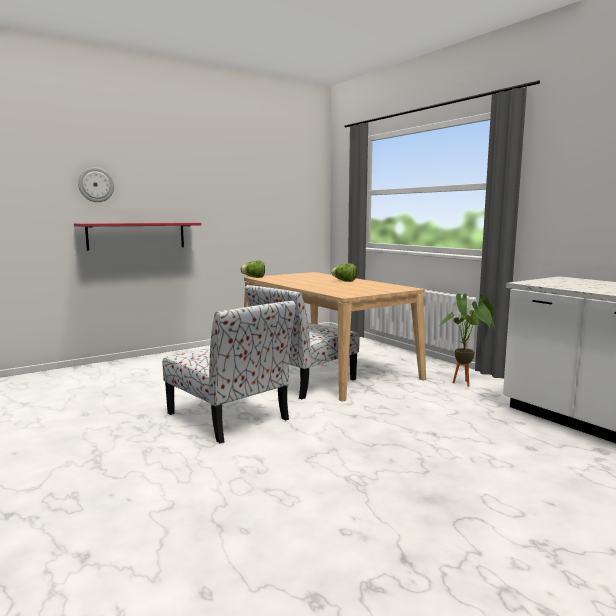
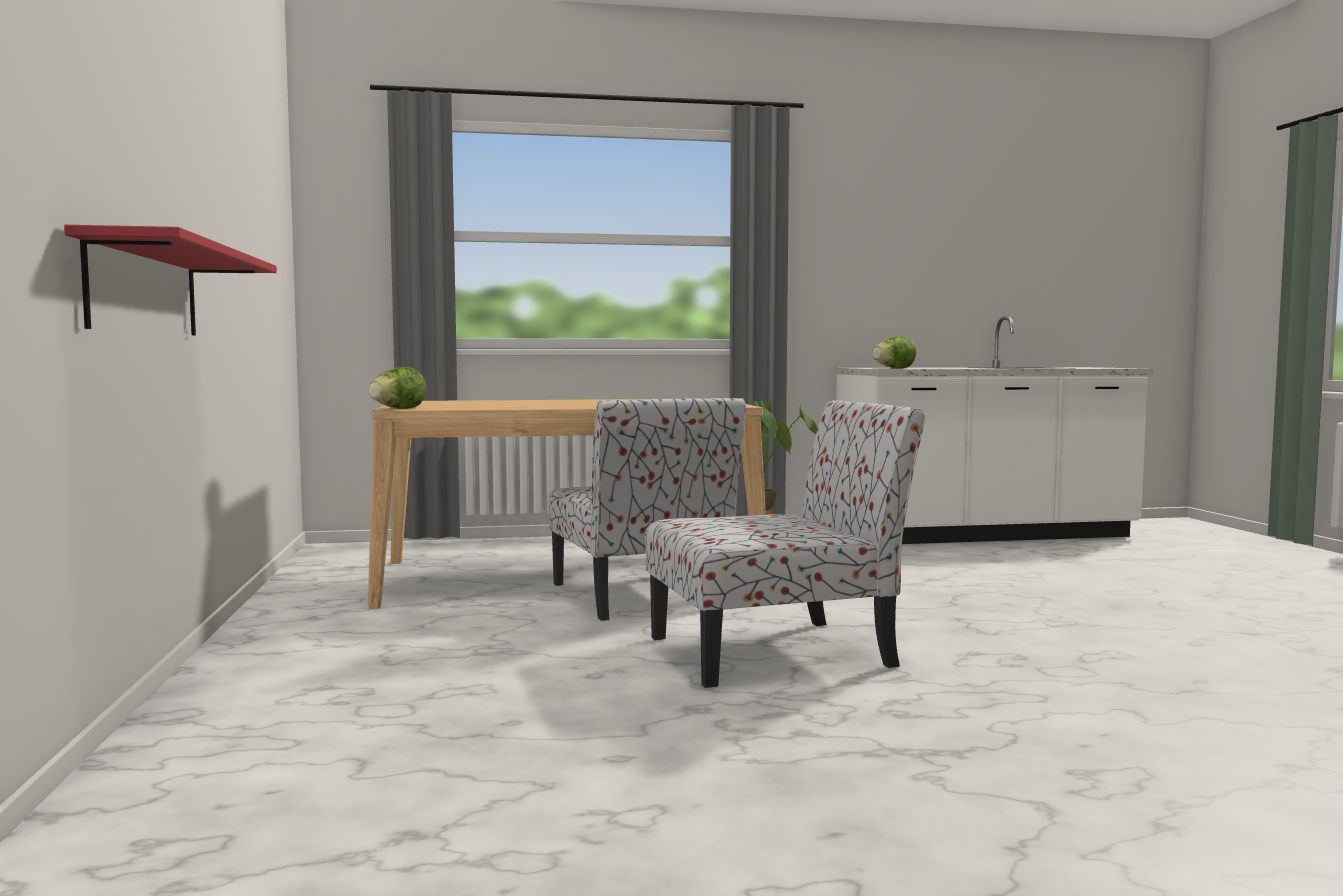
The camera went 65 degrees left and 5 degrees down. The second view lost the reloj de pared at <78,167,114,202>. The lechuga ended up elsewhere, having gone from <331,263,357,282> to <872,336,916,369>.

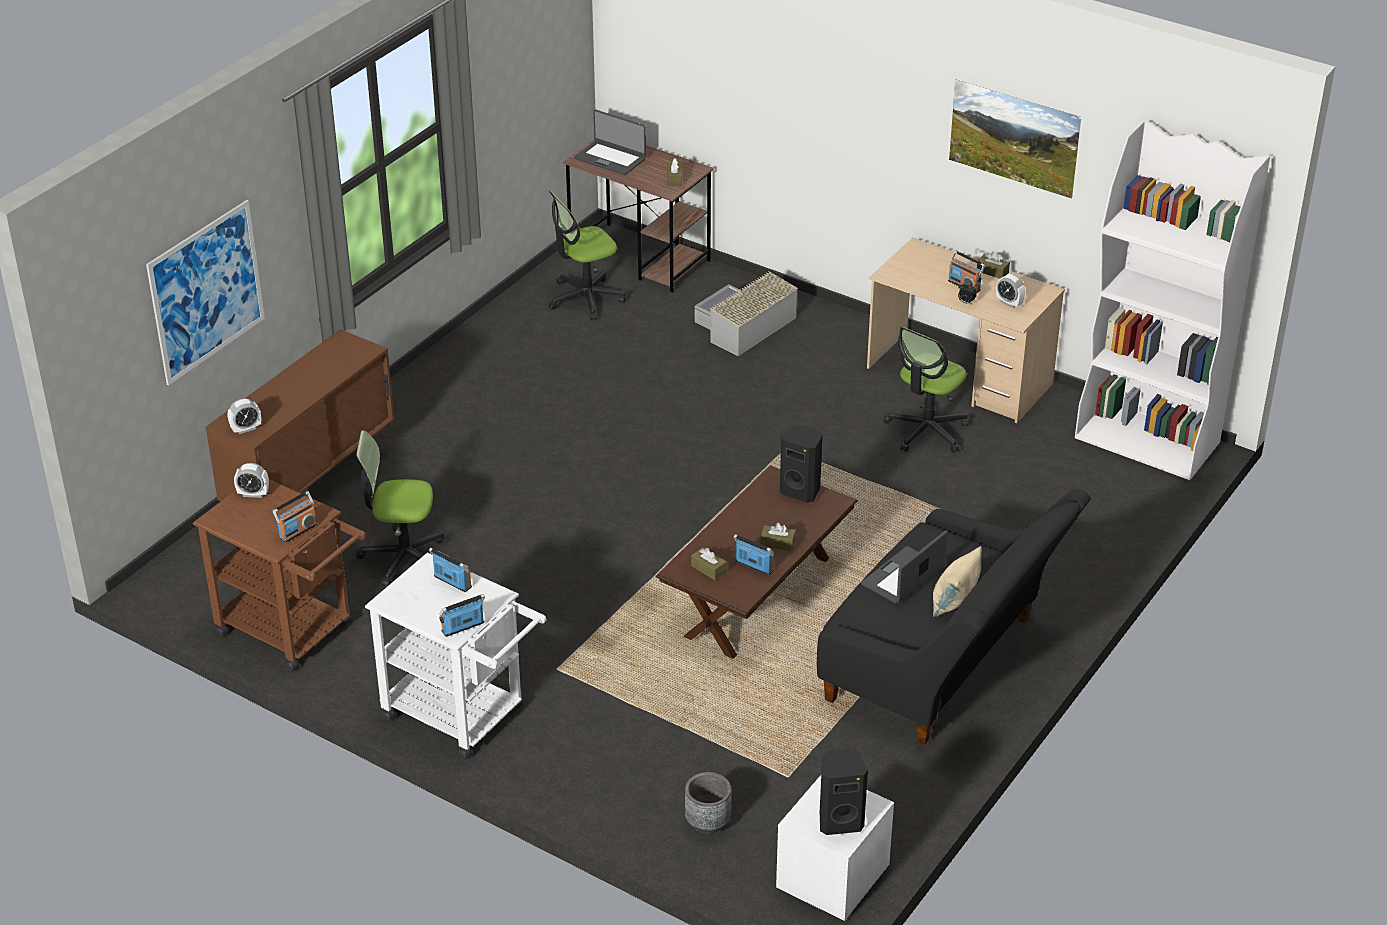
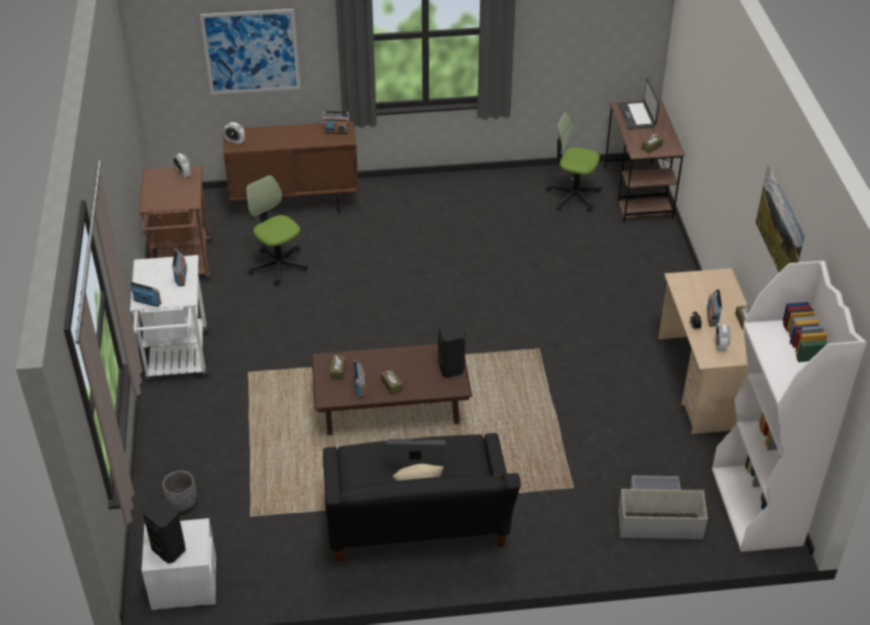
The camera went 50 degrees right and 5 degrees up. The radio ended up elsewhere, having gone from <273,491,317,543> to <323,111,349,134>. The caja de almacenaje [gris] ended up elsewhere, having gone from <695,271,798,356> to <618,475,708,539>. The second view lost the silla de oficina at <883,327,968,453>.

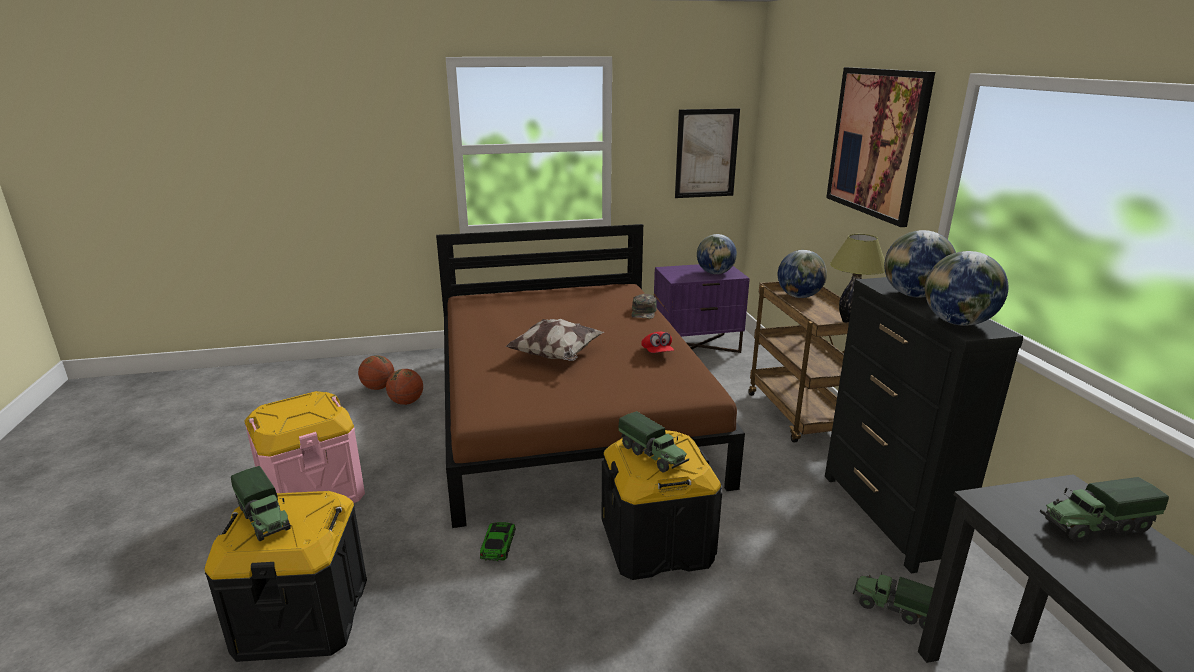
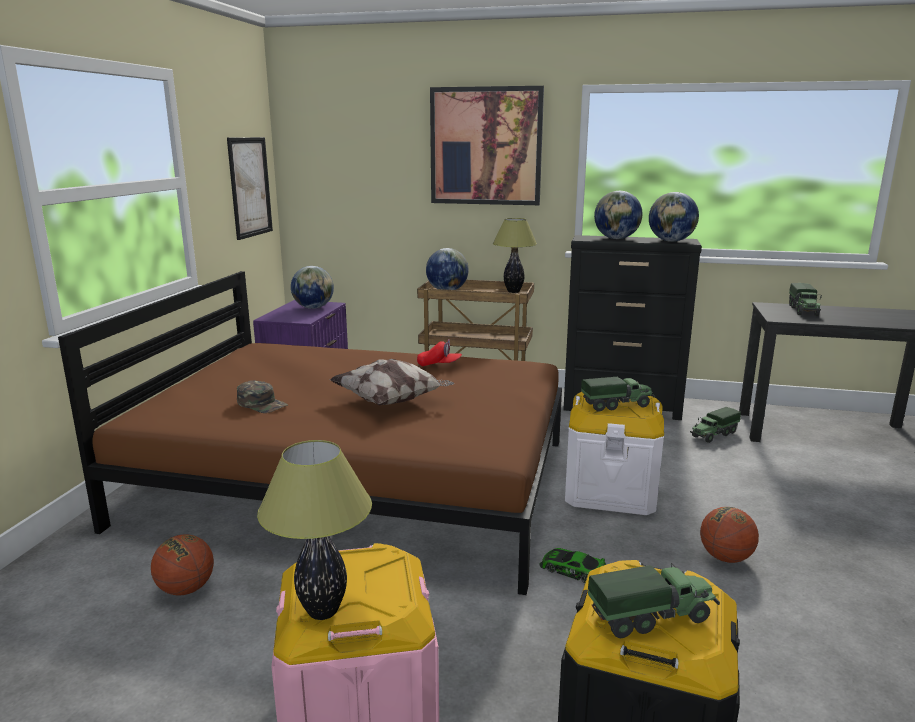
The camera went 65 degrees left and 5 degrees down. The balón de baloncesto ended up elsewhere, having gone from <358,355,394,390> to <700,507,759,563>. What was the caja de almacenaje [negro] at <602,430,722,580> turned into the caja de almacenaje [blanco] at <565,392,664,515>. The gorra [verde] ended up elsewhere, having gone from <631,294,657,319> to <237,380,288,413>. The second view gained the lámpara de mesa at <257,440,372,620>.

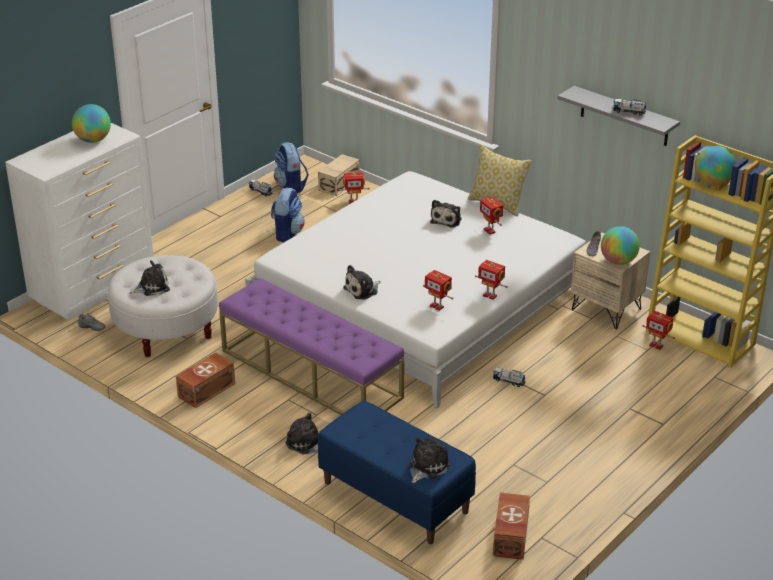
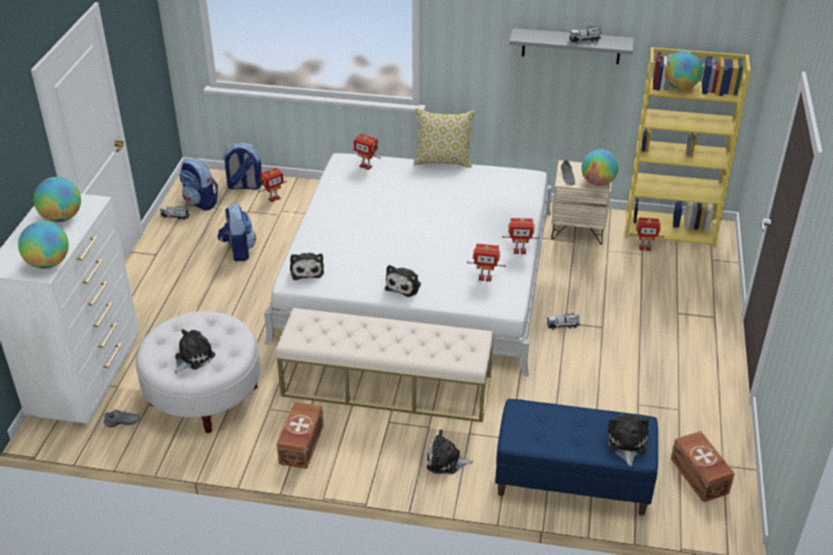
The camera went 30 degrees left and 5 degrees up. What was the banco [morado] at <219,278,404,415> turned into the banco [beis] at <276,308,493,422>. Where the caja de almacenaje [beis] stood at <318,154,360,196>, the mochila came to stand at <223,142,262,190>. The peluche ended up elsewhere, having gone from <430,200,462,228> to <290,253,324,280>. The robot de juguete ended up elsewhere, having gone from <480,197,503,235> to <352,134,381,170>. The second view gained the globo terráqueo at <18,221,69,269>.

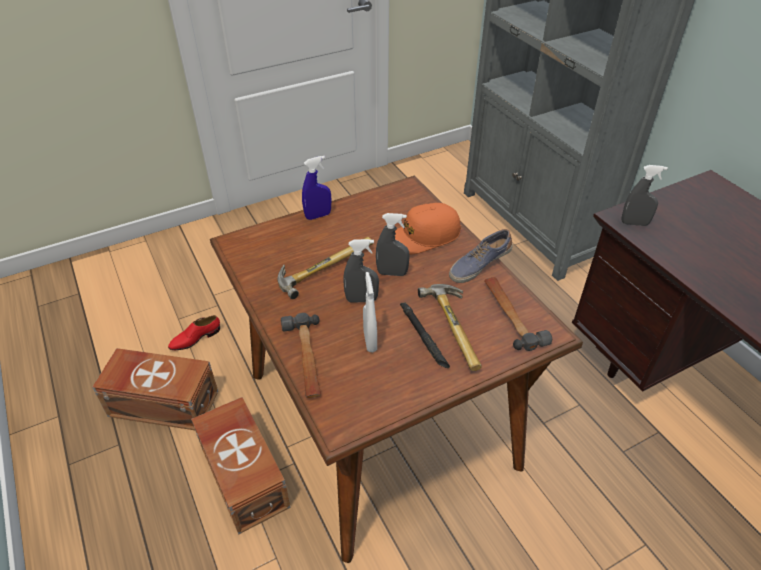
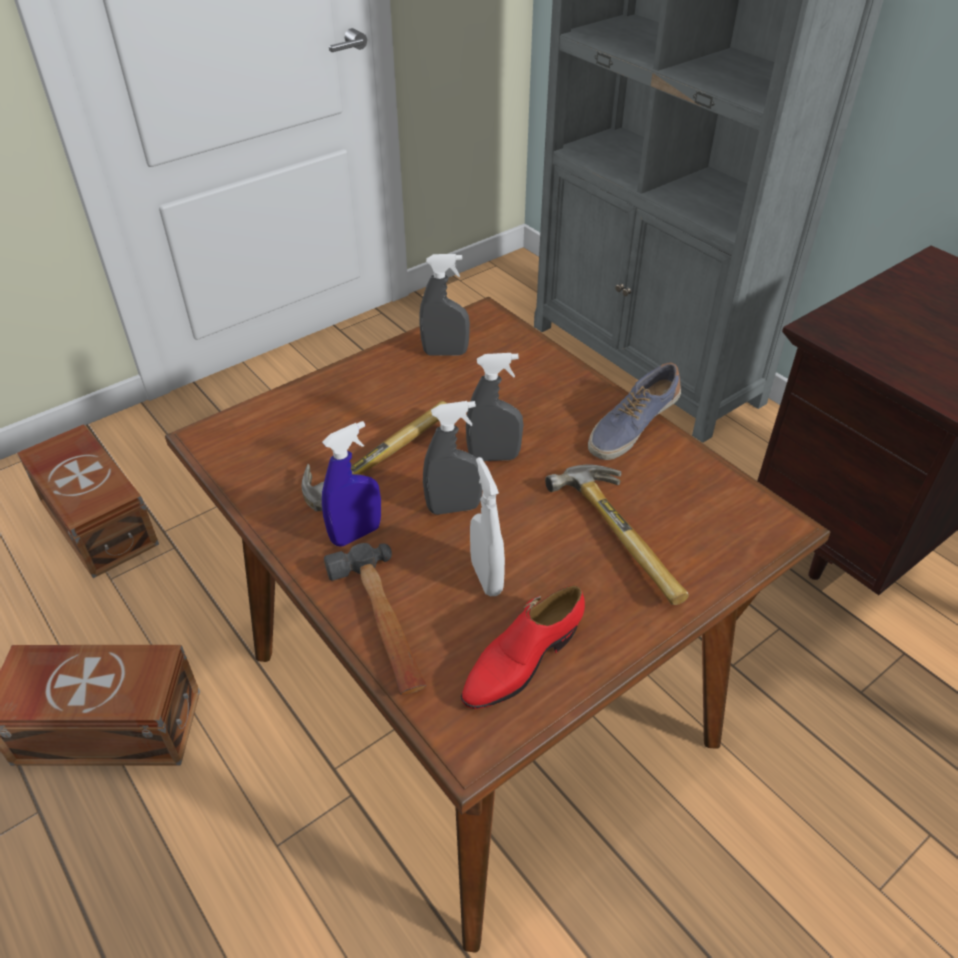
The camera went 10 degrees left and 0 degrees up. The zapato [rojo] ended up elsewhere, having gone from <168,315,220,350> to <461,586,585,709>. The caja de almacenaje [marrón] ended up elsewhere, having gone from <191,397,291,534> to <17,424,159,578>. The pulverizador [azul] ended up elsewhere, having gone from <302,156,331,220> to <322,421,381,546>. The second view lost the gorra [naranja] at <395,203,461,254>. The second view lost the linterna [negro] at <400,302,450,368>. The second view lost the martillo at <484,277,552,351>. The pulverizador [gris] ended up elsewhere, having gone from <621,165,668,226> to <420,254,470,356>.

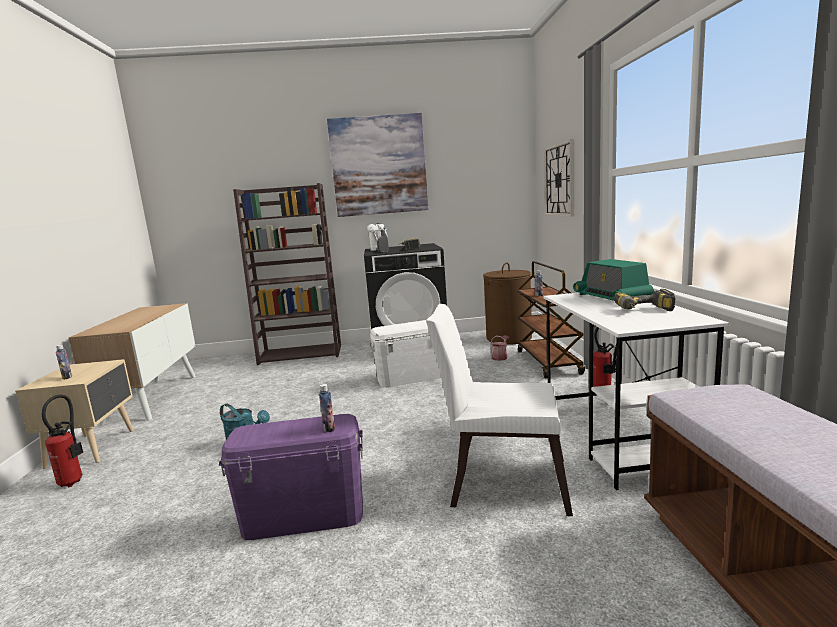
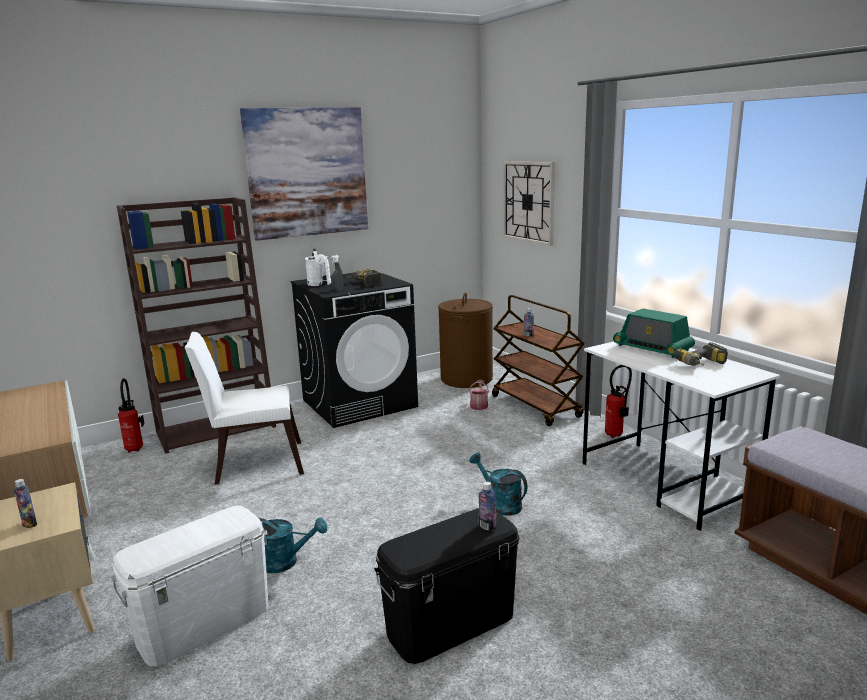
The camera went 25 degrees left and 5 degrees up. The extintor ended up elsewhere, having gone from <42,395,83,487> to <118,378,144,453>. What was the caja de almacenaje [morado] at <219,414,363,540> turned into the caja de almacenaje [negro] at <374,508,520,664>. The caja de almacenaje [blanco] ended up elsewhere, having gone from <369,320,441,388> to <110,506,269,667>. The silla [blanco] ended up elsewhere, having gone from <426,304,573,516> to <184,332,304,485>. The second view gained the regadera [turquesa] at <469,452,528,516>.

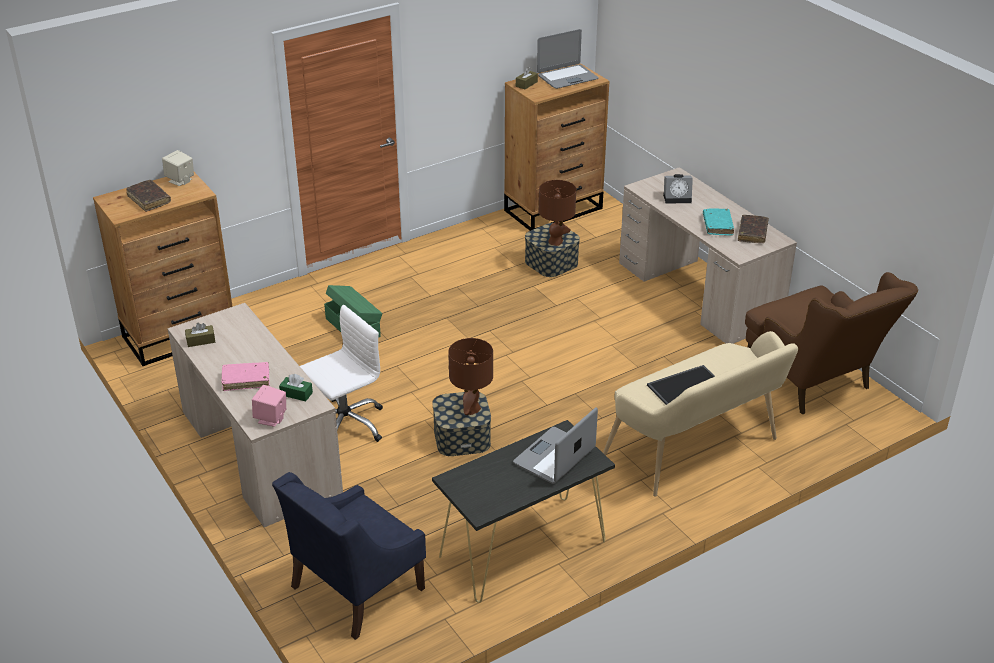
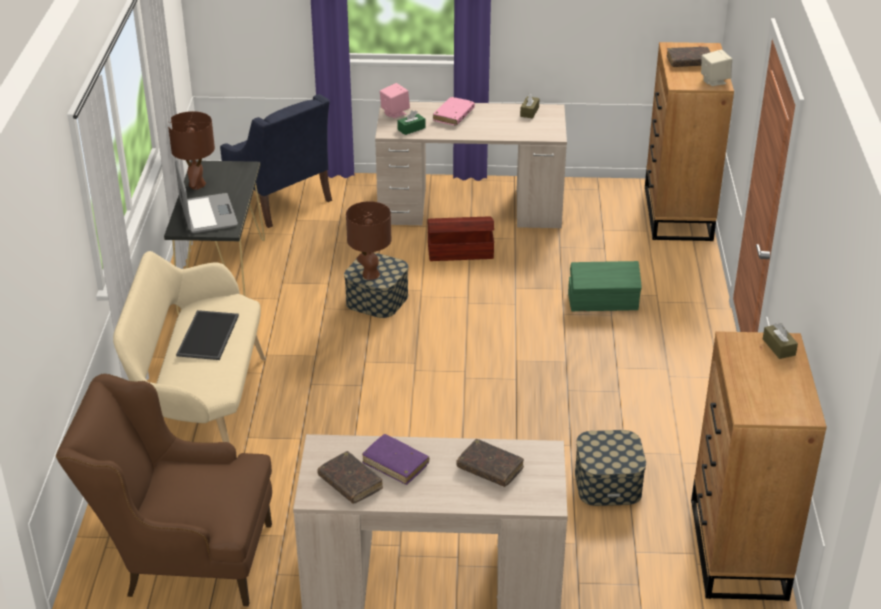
The camera went 125 degrees right and 0 degrees up. The sillón [azul] at <272,472,426,640> ended up facing another way, 150 degrees clockwise from before. Where the silla de oficina [blanco] stood at <300,305,383,442>, the caja de almacenaje [marrón] came to stand at <428,216,494,261>. The second view lost the portátil at <537,29,599,89>. The lámpara de mesa [marrón] ended up elsewhere, having gone from <539,180,576,246> to <168,111,215,190>. Where the despertador stood at <663,174,693,204>, the libro [marrón] came to stand at <457,439,524,487>. What was the libro [turquesa] at <703,209,734,236> turned into the libro [morado] at <362,434,429,485>.

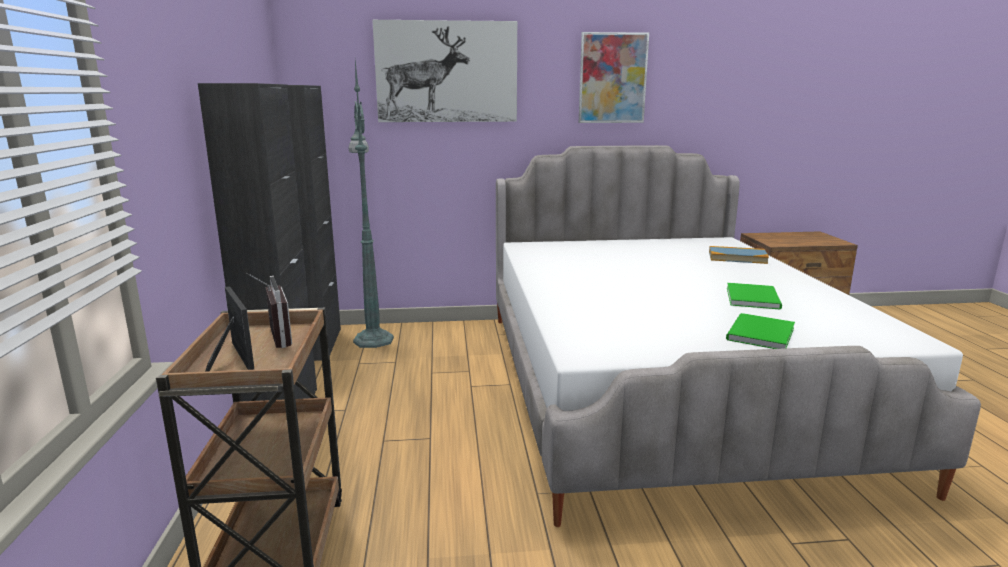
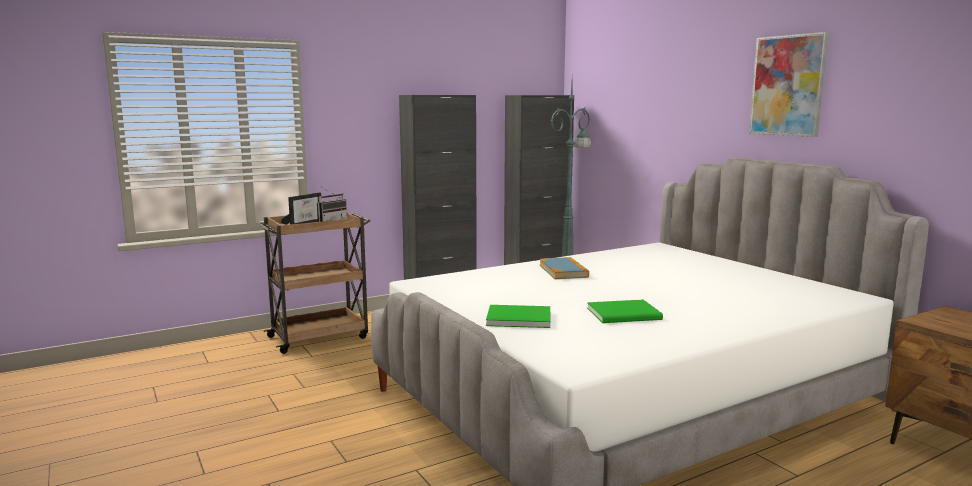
The camera went 65 degrees right and 5 degrees down. The second view lost the cuadro at <372,20,517,122>. The libro ended up elsewhere, having gone from <709,246,769,264> to <540,257,589,279>.

